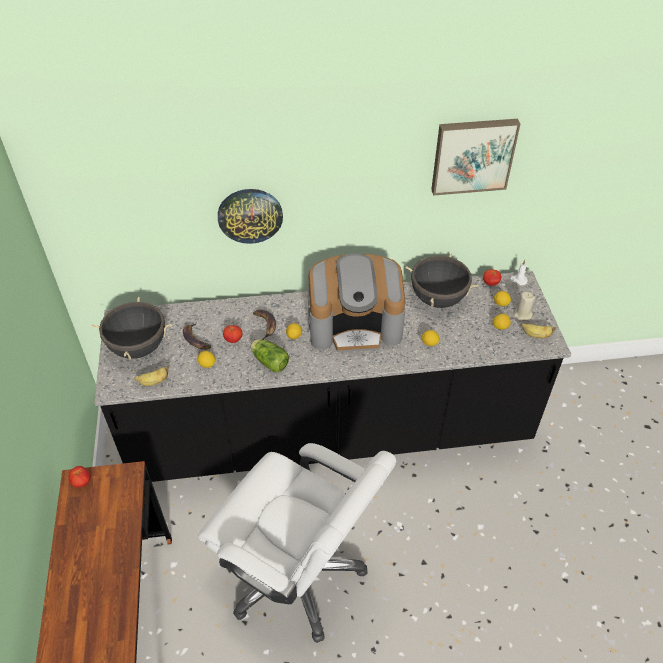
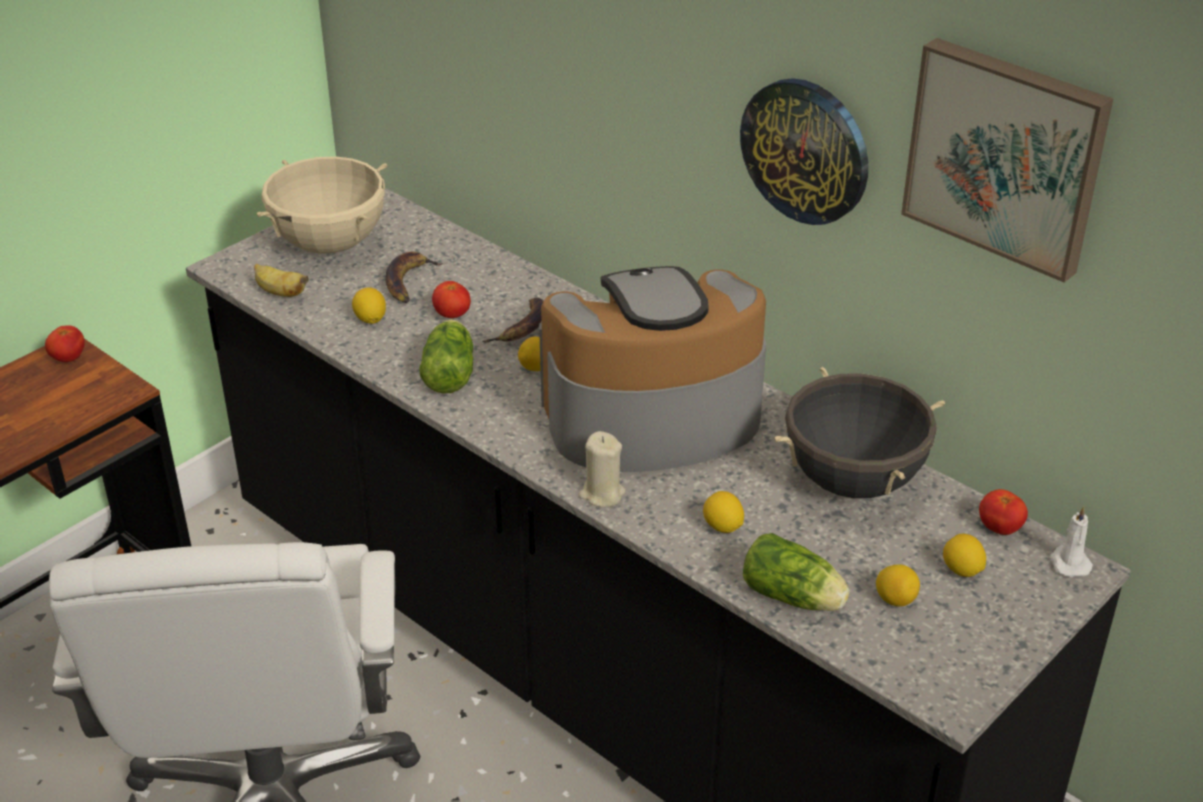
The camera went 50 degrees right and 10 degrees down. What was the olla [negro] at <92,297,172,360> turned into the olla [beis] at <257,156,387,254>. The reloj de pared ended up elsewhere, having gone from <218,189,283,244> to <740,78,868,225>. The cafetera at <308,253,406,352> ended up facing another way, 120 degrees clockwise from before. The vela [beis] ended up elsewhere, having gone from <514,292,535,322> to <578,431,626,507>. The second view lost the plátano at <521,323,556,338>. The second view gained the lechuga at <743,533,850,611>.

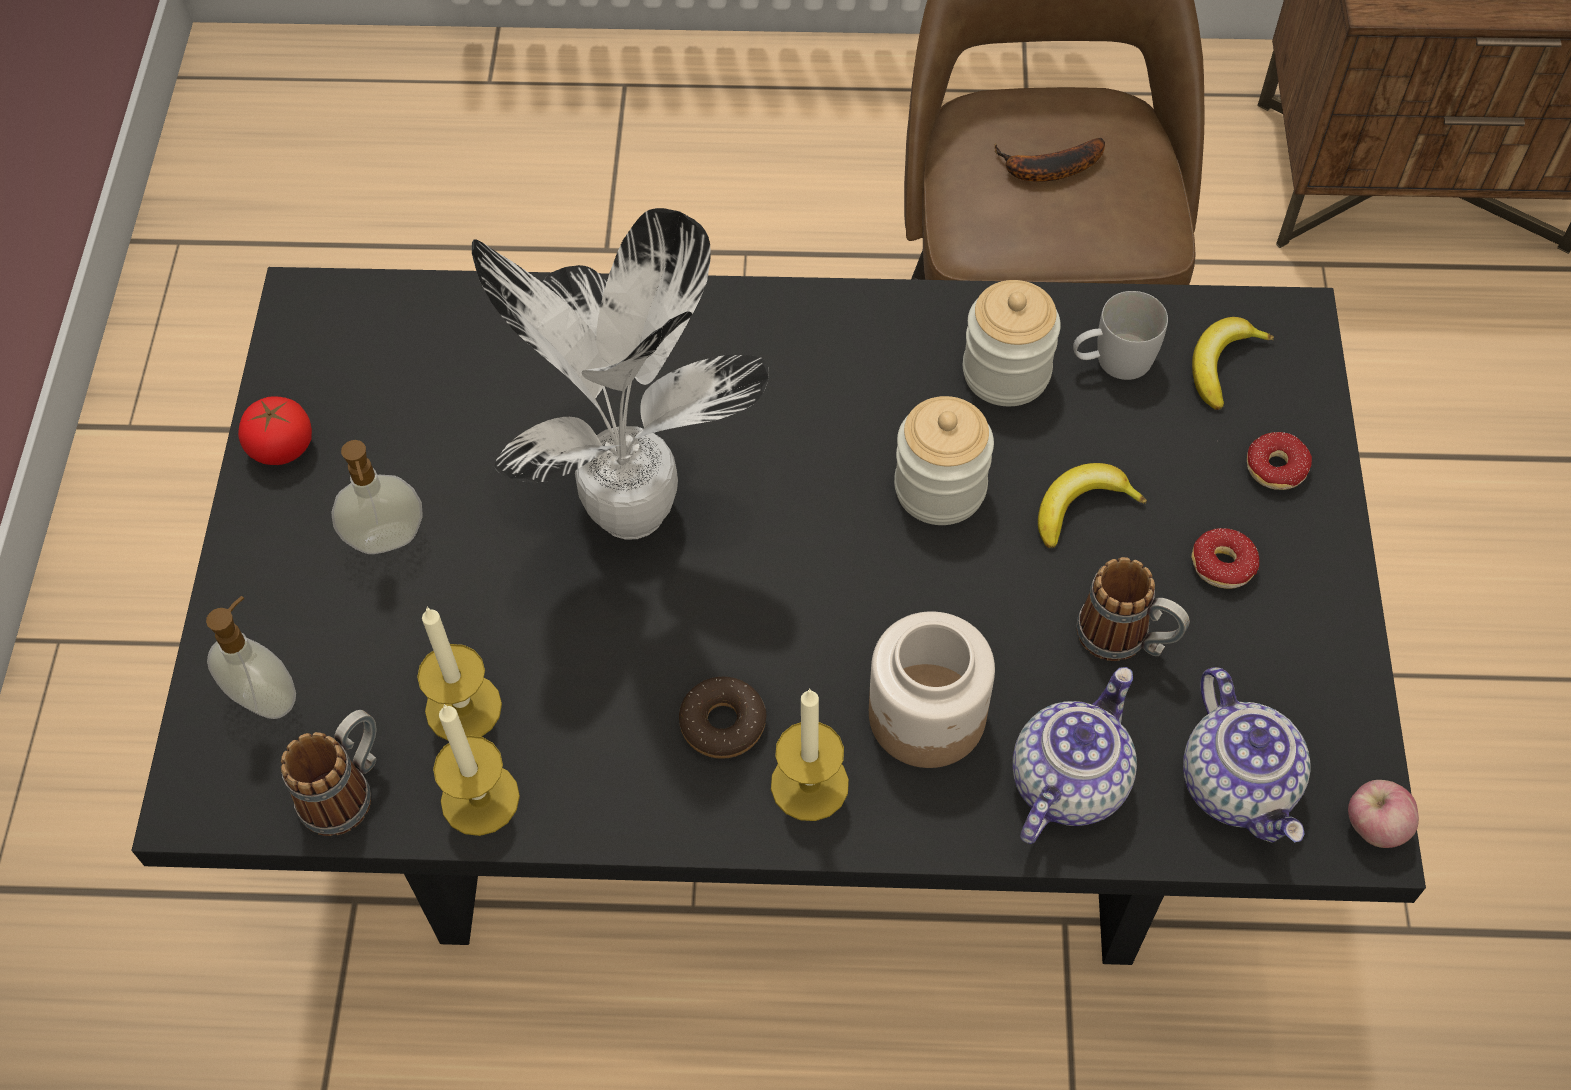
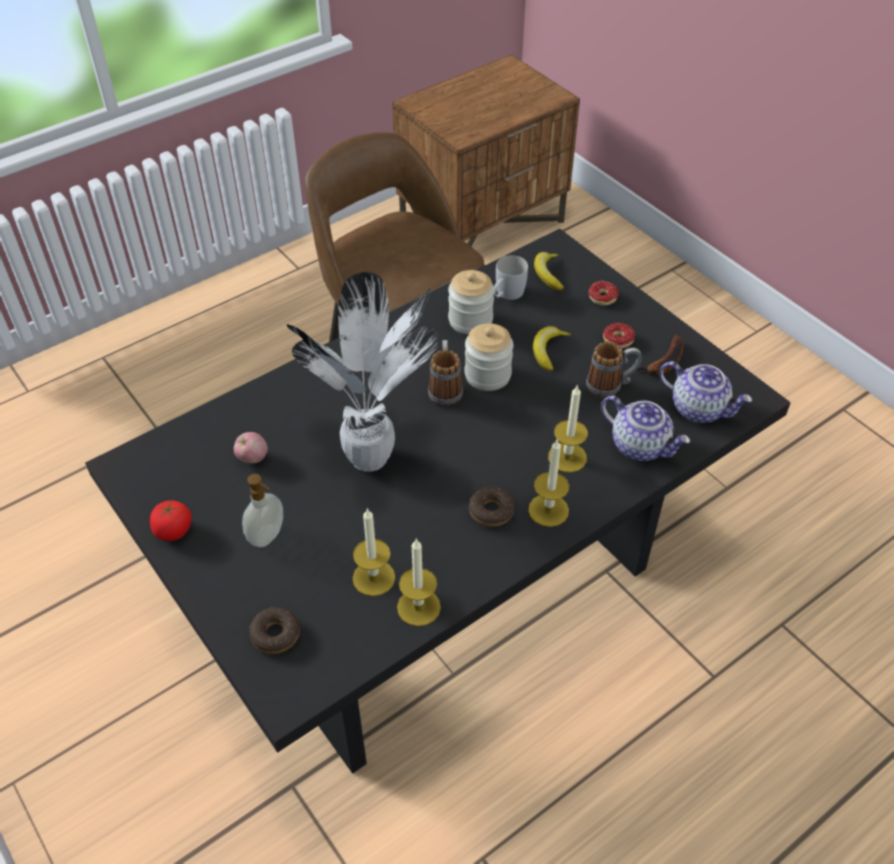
The camera went 40 degrees left and 10 degrees down. Where the dispensador de jabón stood at <206,596,296,719>, the rosquilla came to stand at <249,607,300,654>. The taza grande ended up elsewhere, having gone from <281,710,376,836> to <428,340,463,406>. Where the tarro stood at <869,611,995,768>, the vela came to stand at <548,385,588,473>. The plátano ended up elsewhere, having gone from <994,138,1105,182> to <632,334,683,375>. The tetera at <1012,667,1137,844> ended up facing another way, 135 degrees clockwise from before. The manzana ended up elsewhere, having gone from <1348,780,1419,848> to <233,432,268,463>.

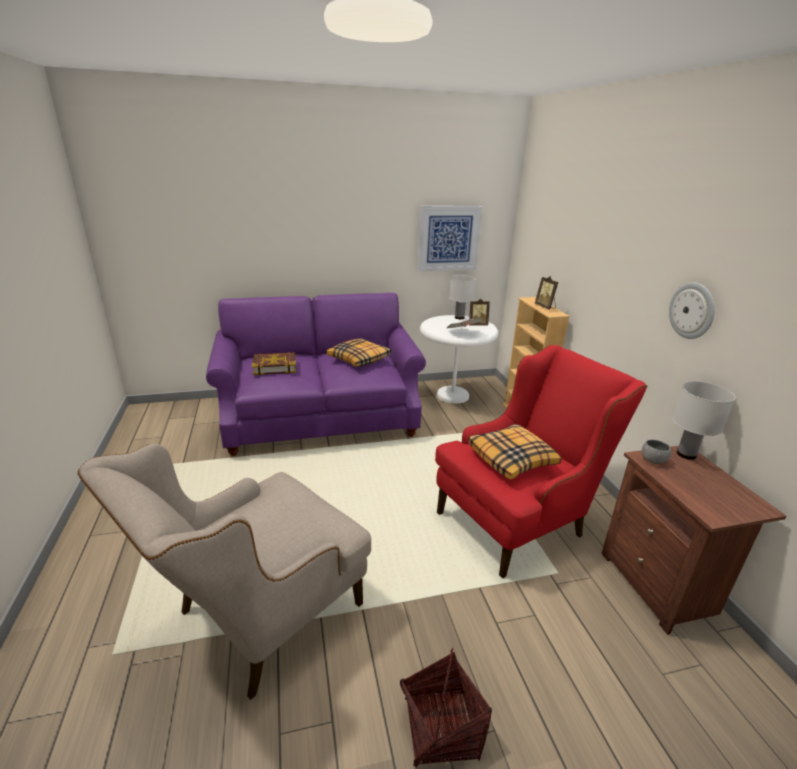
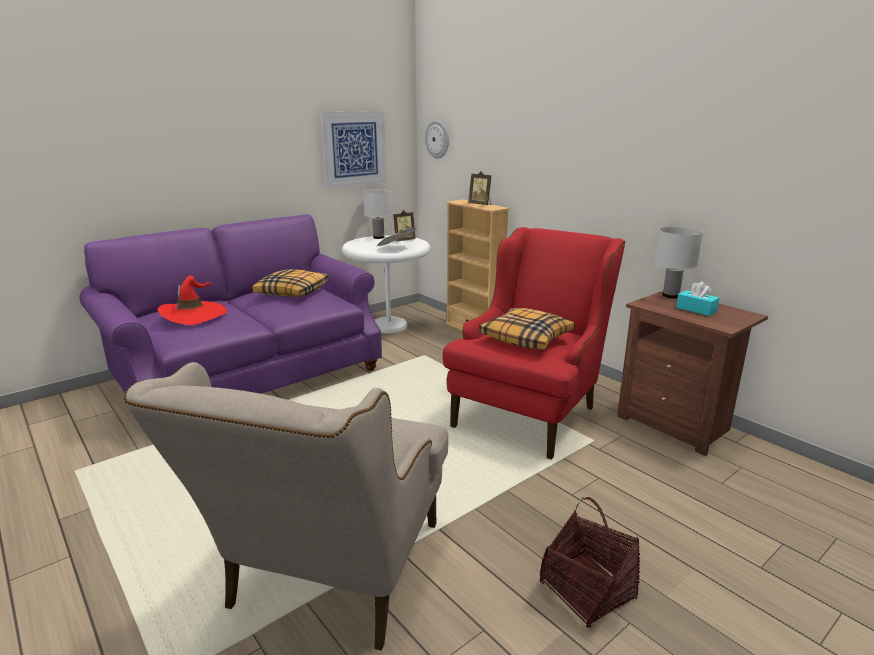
The camera went 25 degrees left and 5 degrees down. Where the libro stood at <252,352,296,375>, the sombrero [rojo] came to stand at <157,275,227,325>. The second view lost the cuenco [gris] at <642,440,671,464>. The reloj de pared ended up elsewhere, having gone from <669,282,715,339> to <425,120,449,159>. The second view gained the caja de pañuelos [turquesa] at <676,281,720,316>.

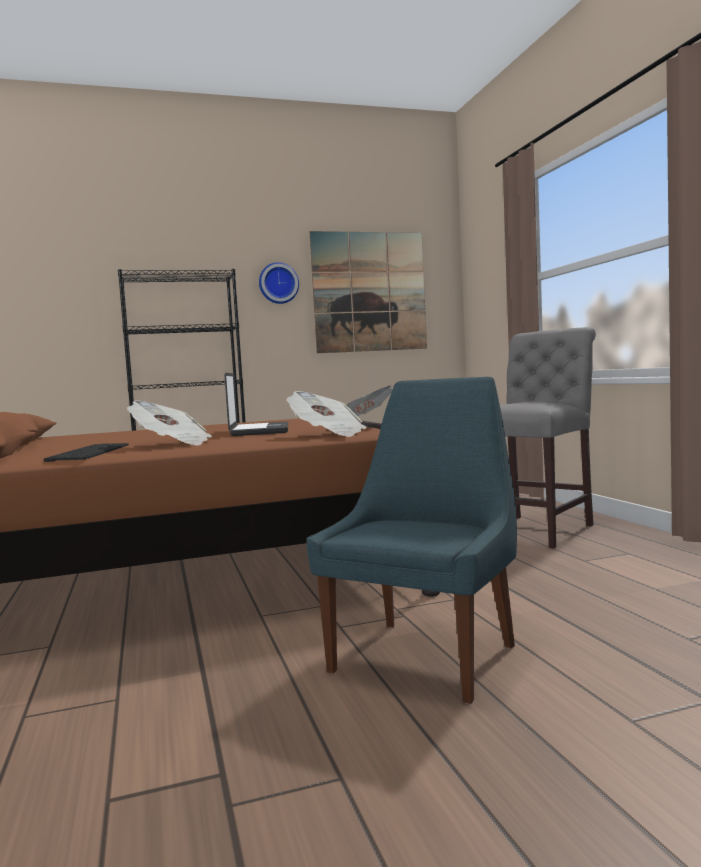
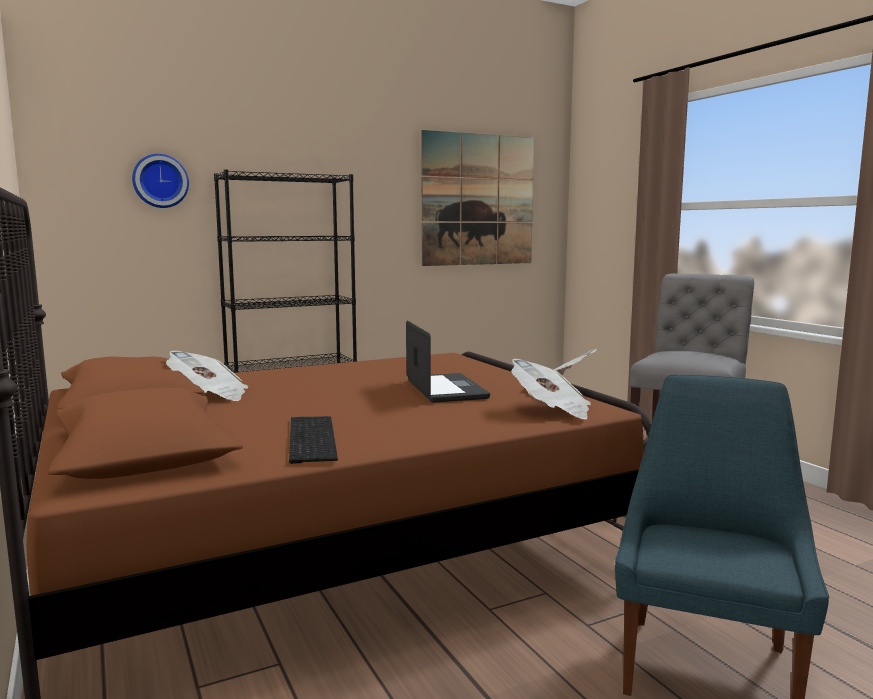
The camera went 10 degrees left and 5 degrees up. The periódico ended up elsewhere, having gone from <127,400,212,445> to <166,351,248,401>. The reloj de pared ended up elsewhere, having gone from <259,262,299,304> to <132,154,189,208>.

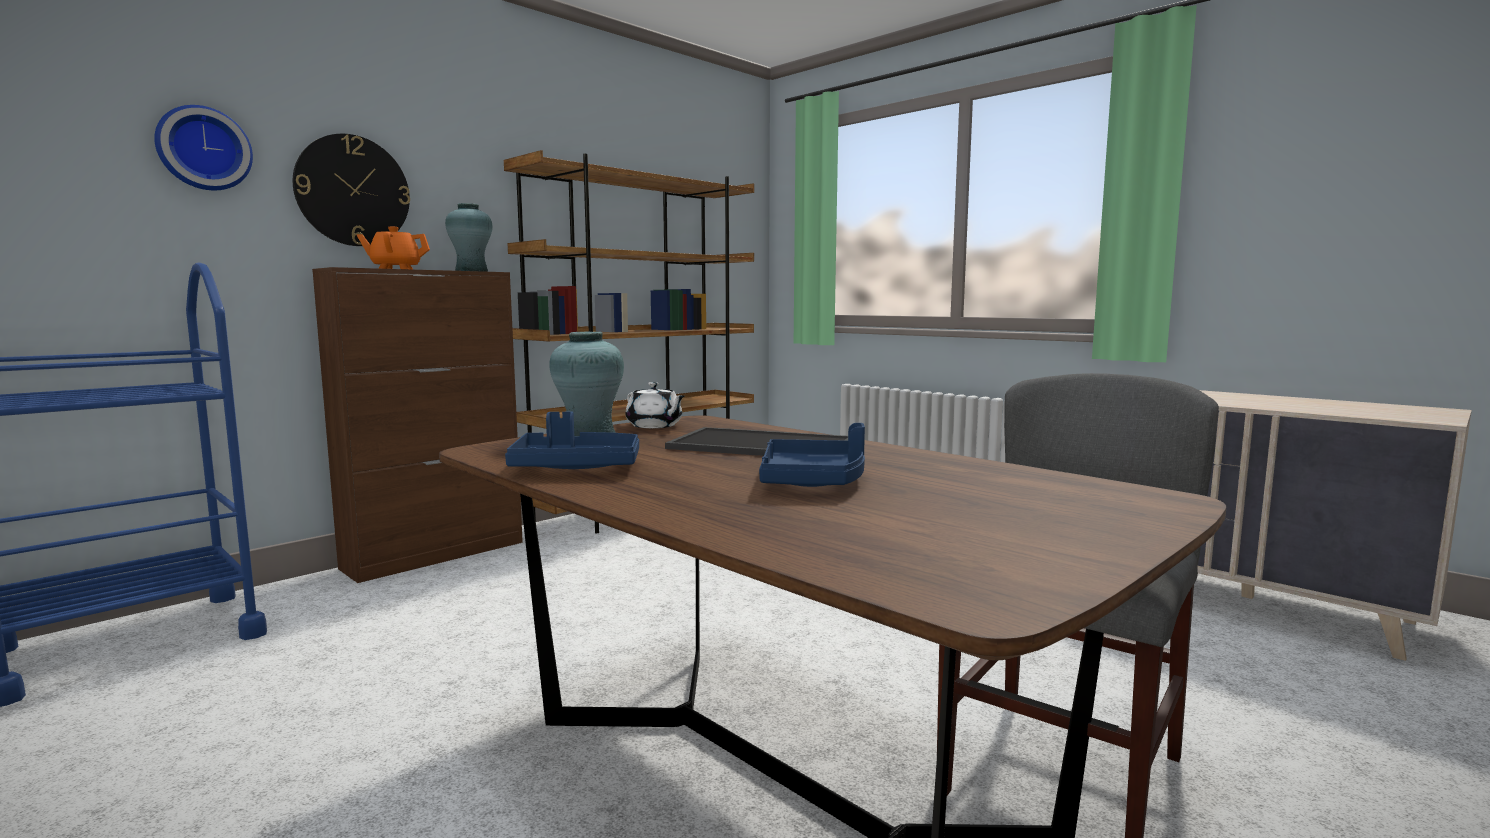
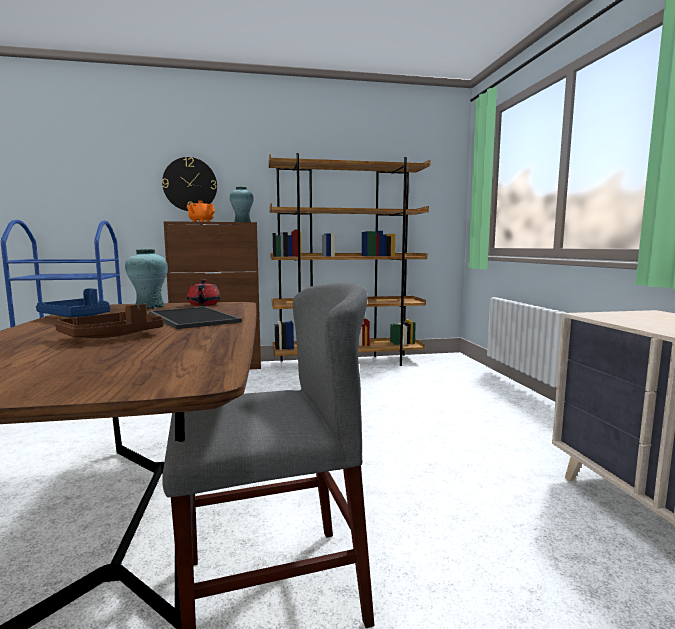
The camera went 35 degrees right and 0 degrees up. The second view lost the reloj de pared at <154,105,253,190>. What was the tetera [blanco] at <625,382,684,428> turned into the tetera [rojo] at <187,279,221,306>. What was the bandeja [azul] at <759,423,865,487> turned into the bandeja [marrón] at <55,304,164,338>.

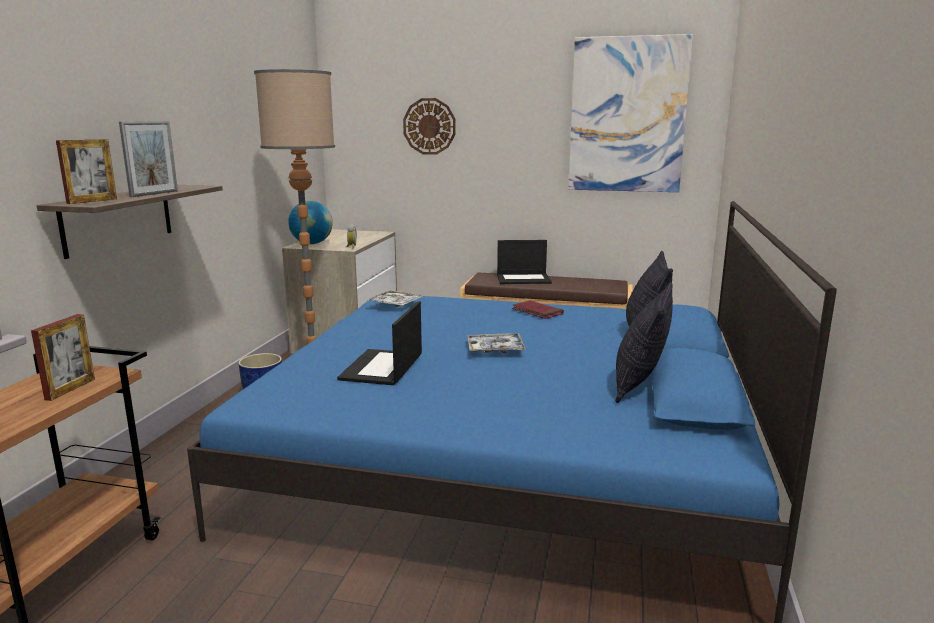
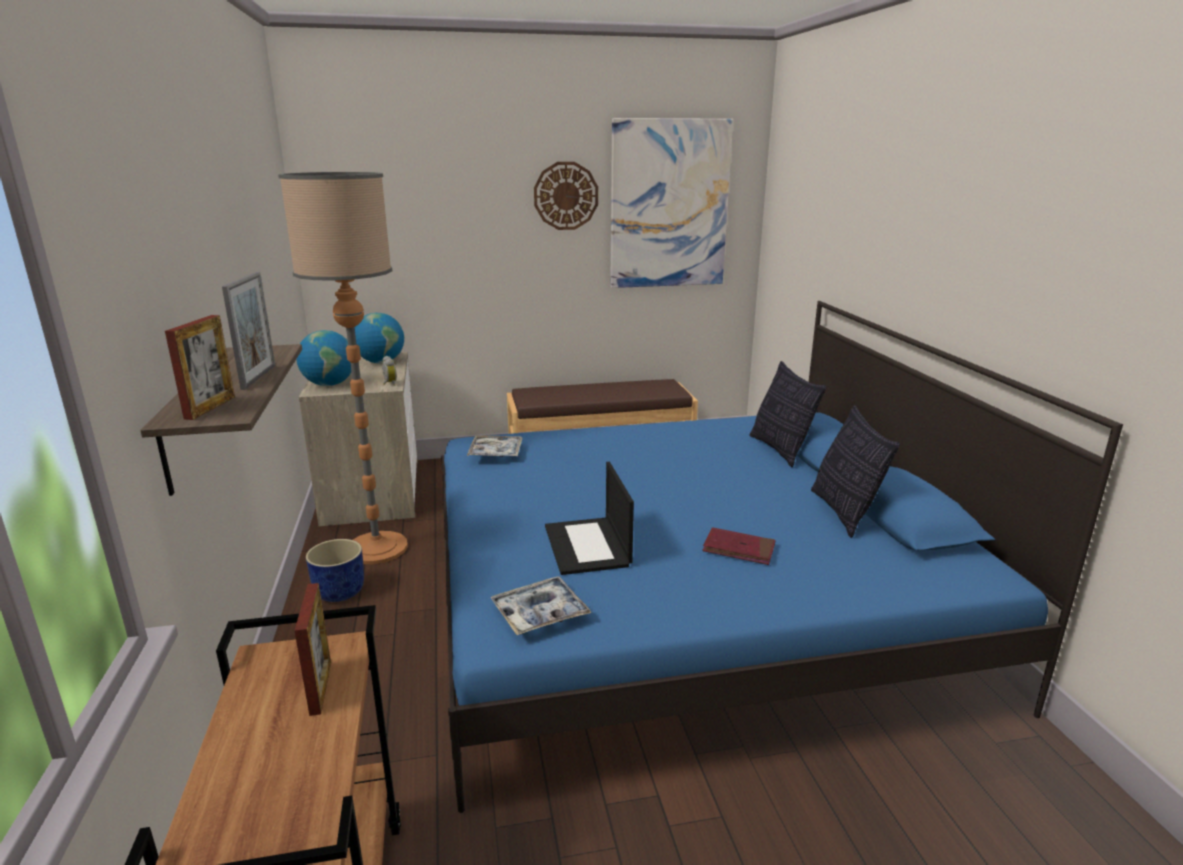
The camera went 25 degrees left and 5 degrees up. The reloj de pared ended up elsewhere, having gone from <403,98,456,155> to <534,162,598,230>. The bandeja ended up elsewhere, having gone from <468,333,526,353> to <490,576,591,635>. The second view lost the portátil at <497,240,552,284>. The libro [rojo] ended up elsewhere, having gone from <512,301,564,319> to <702,527,775,565>. The second view gained the globo terráqueo at <355,313,404,363>.

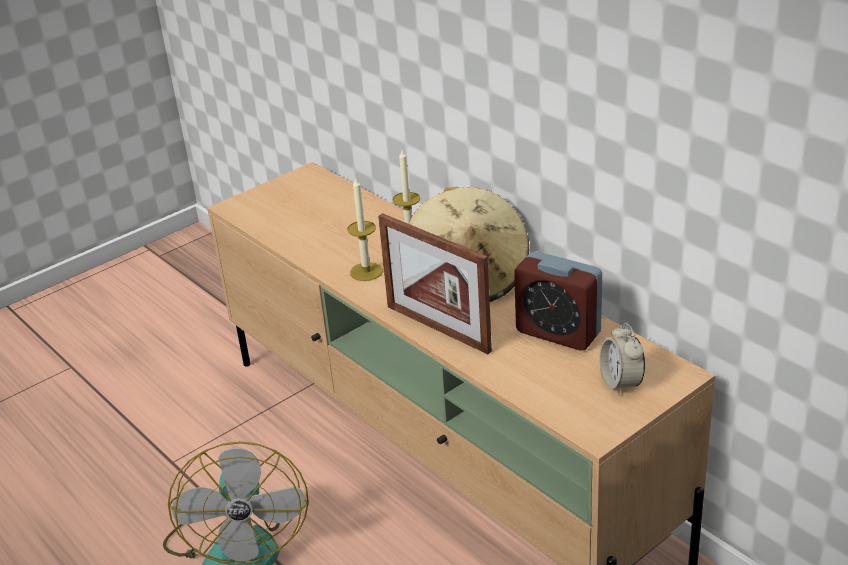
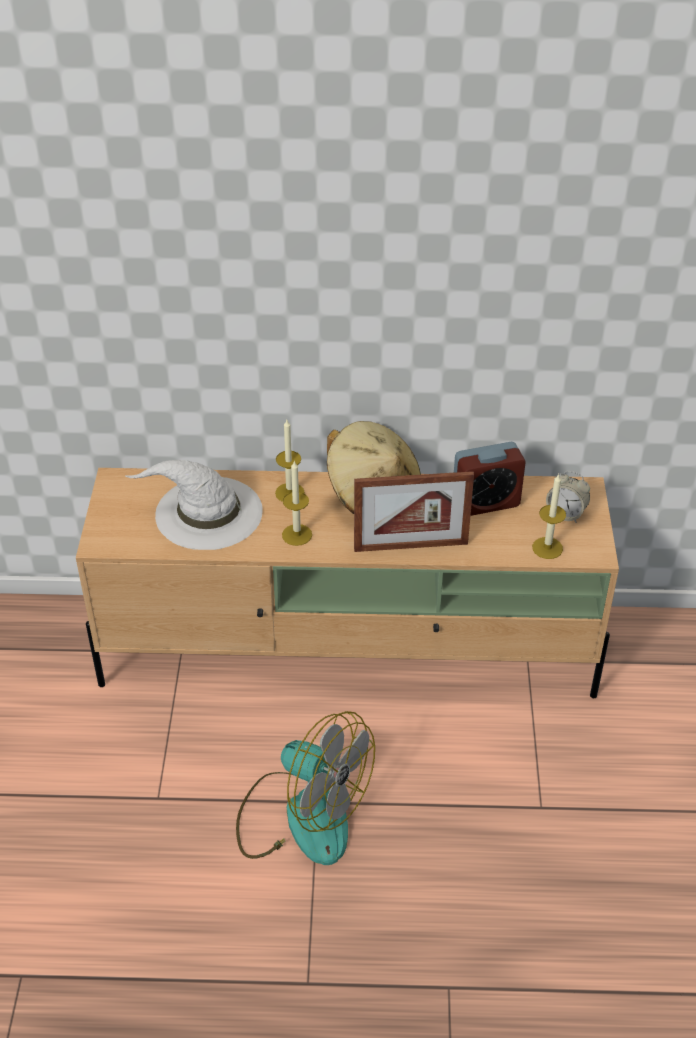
The camera went 50 degrees left and 10 degrees up. The second view gained the sombrero [blanco] at <126,460,263,550>. The second view gained the vela at <532,474,566,559>.

